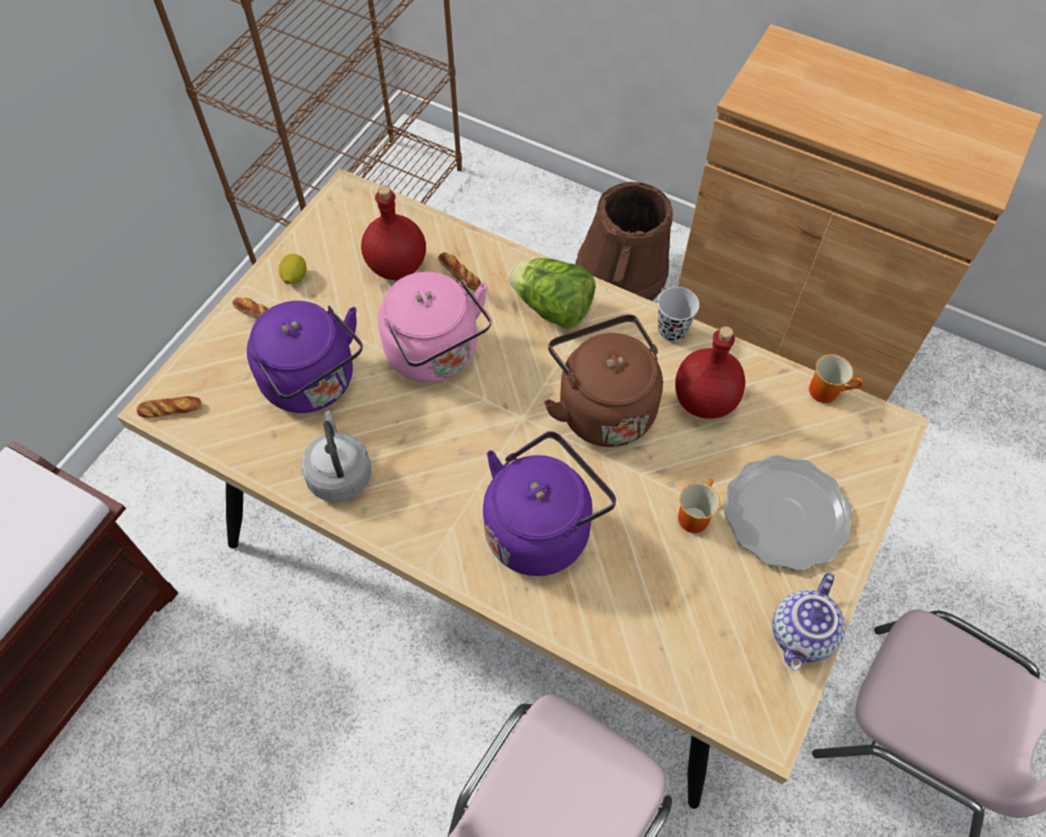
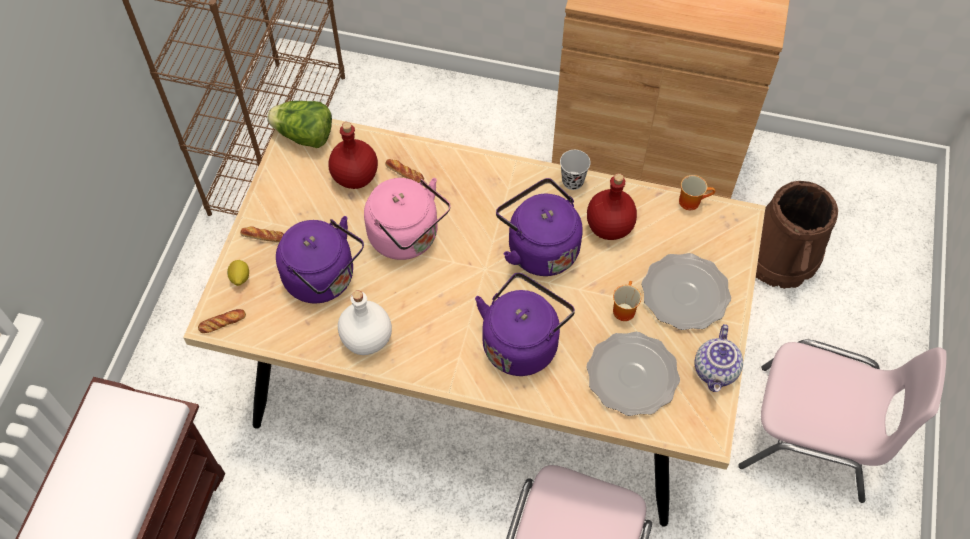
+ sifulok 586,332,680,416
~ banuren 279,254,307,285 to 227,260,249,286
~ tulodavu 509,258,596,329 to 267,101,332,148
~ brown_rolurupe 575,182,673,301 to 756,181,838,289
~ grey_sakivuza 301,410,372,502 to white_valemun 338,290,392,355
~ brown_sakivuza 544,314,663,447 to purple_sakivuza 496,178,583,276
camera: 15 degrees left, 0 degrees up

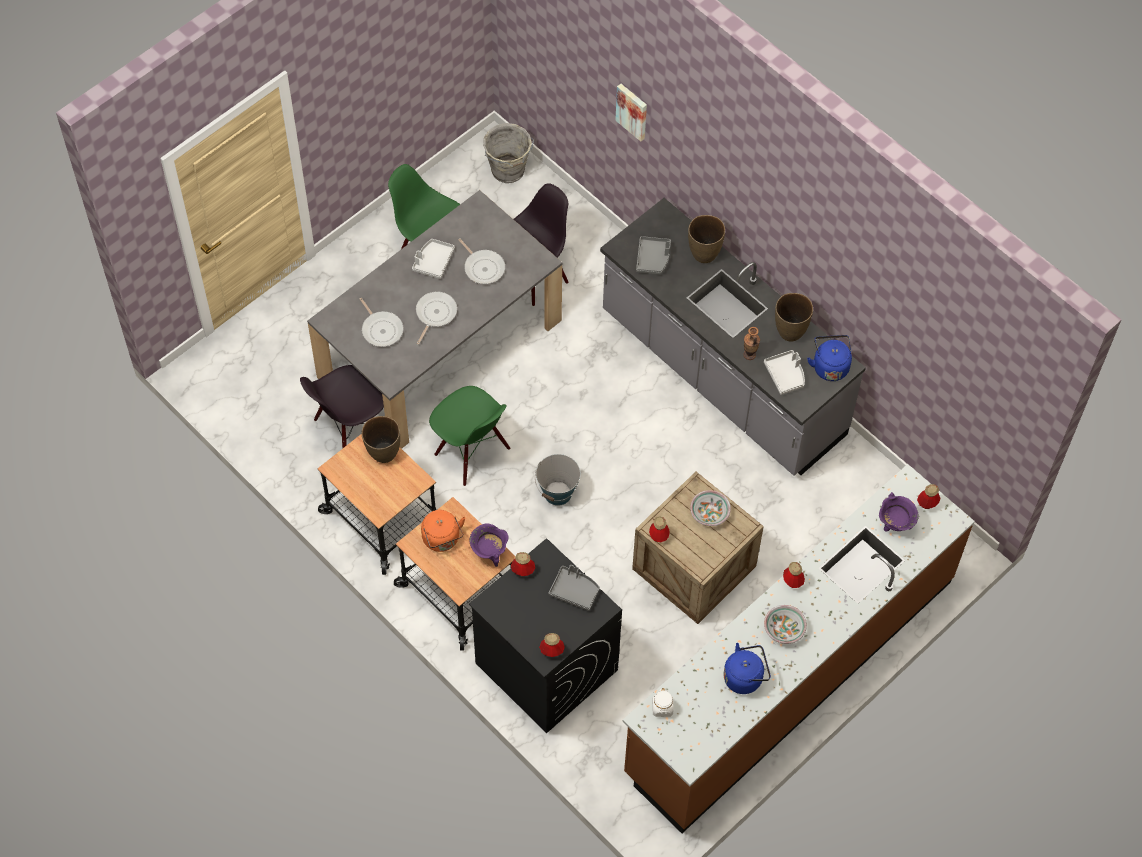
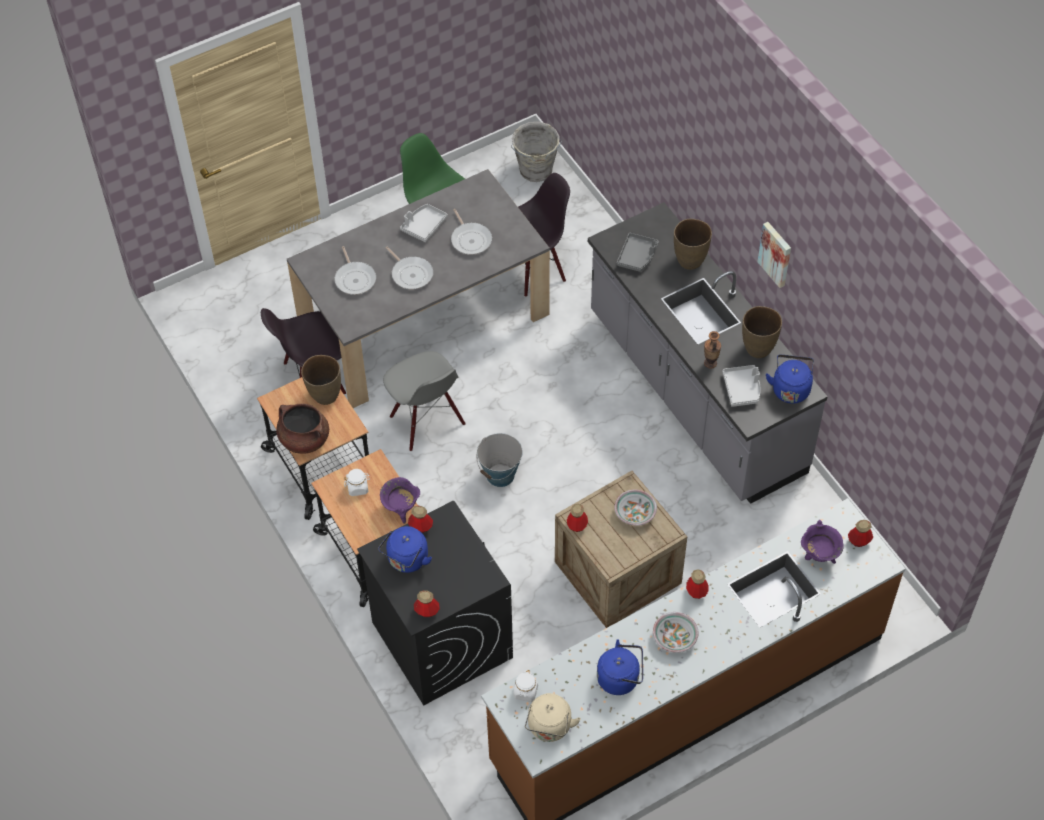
- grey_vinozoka 549,565,600,611
+ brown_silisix 276,404,329,454
+ blue_sakivuza 378,526,432,573
+ beige_sakivuza 525,693,581,742
~ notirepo 615,84,647,142 to 758,222,791,288
~ orange_sakivuza 421,510,465,552 to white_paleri 344,469,370,496
~ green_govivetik 429,386,510,486 to grey_govivetik 383,351,466,451
~ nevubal 416,291,457,345 = 386,246,433,289 105 degrees clockwise
camera: 15 degrees right, 5 degrees down

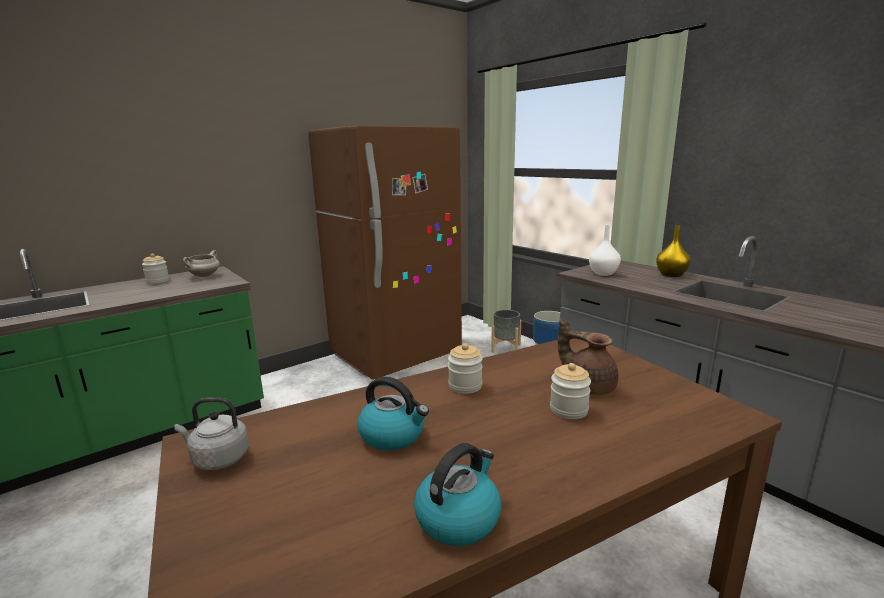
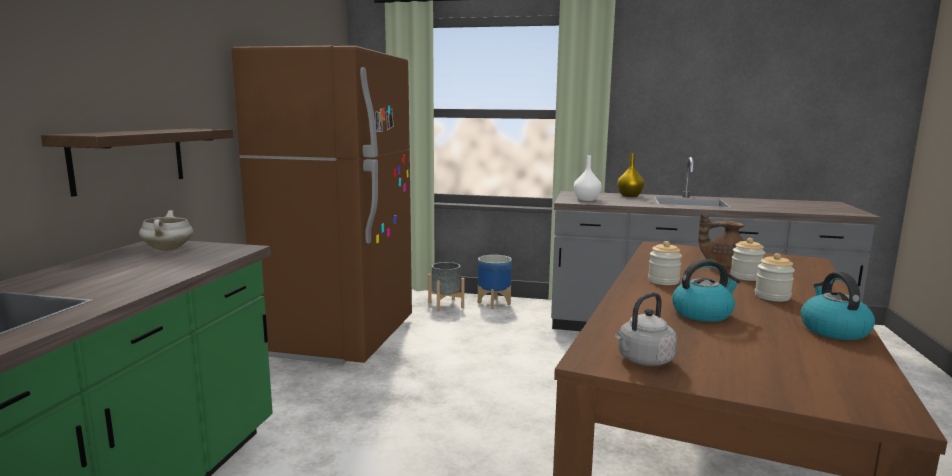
+ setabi 41,128,233,197
~ paleri 142,253,169,284 to 755,253,795,302
camera: 40 degrees left, 5 degrees down

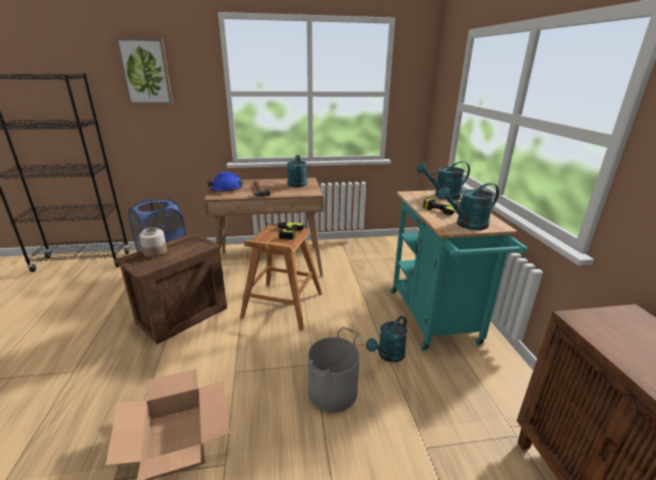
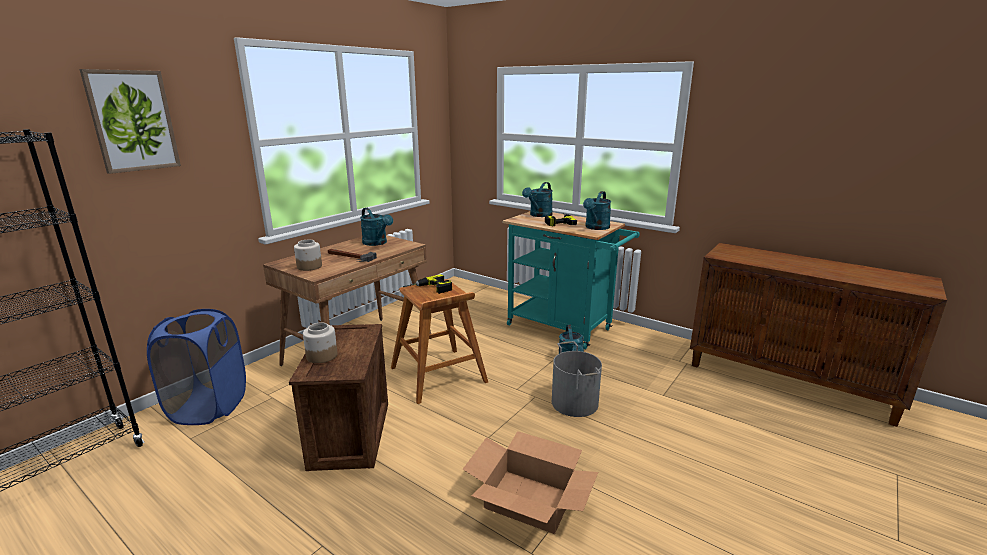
~ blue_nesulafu 207,172,243,192 to paleri 294,240,322,271
camera: 45 degrees left, 5 degrees down

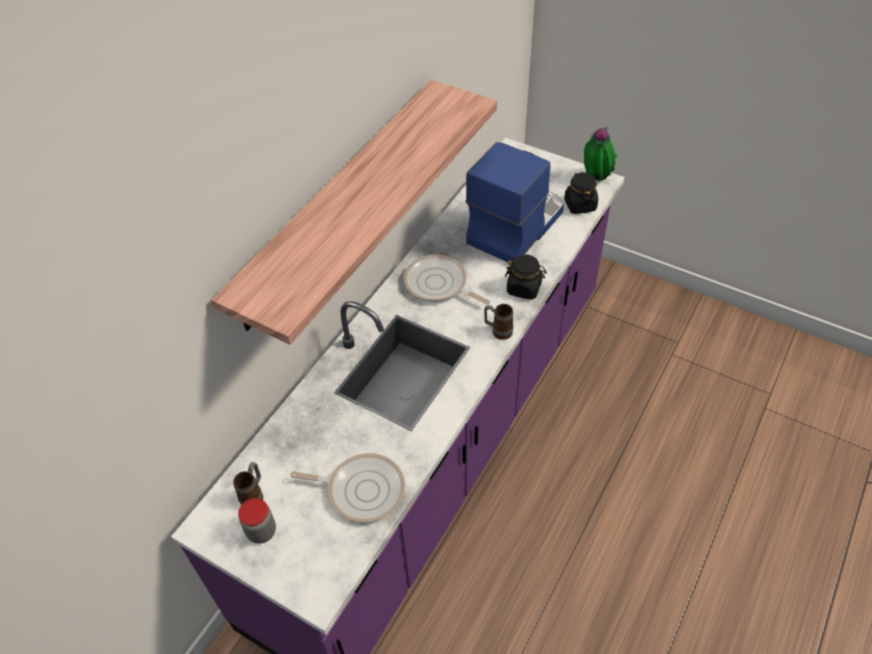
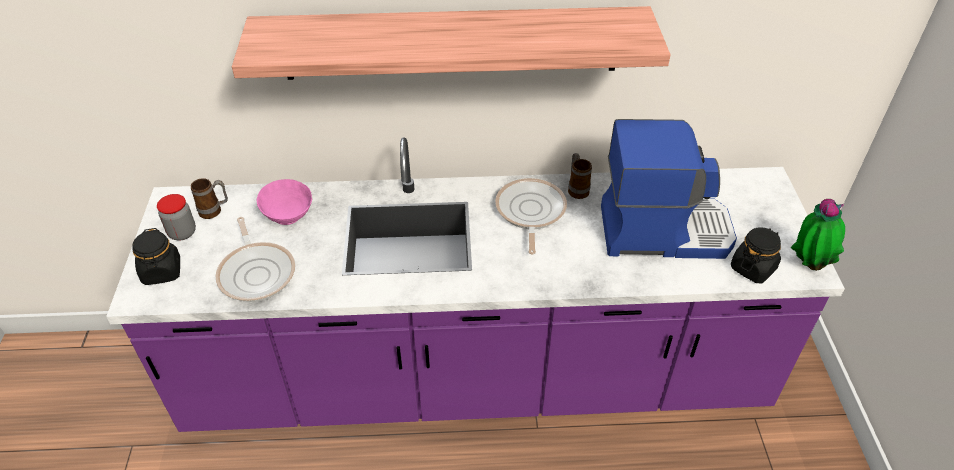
+ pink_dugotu 257,179,312,225
~ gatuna 484,304,513,340 to 568,153,592,199
~ black_paleri 505,255,547,300 to 132,228,180,285
camera: 55 degrees right, 5 degrees down

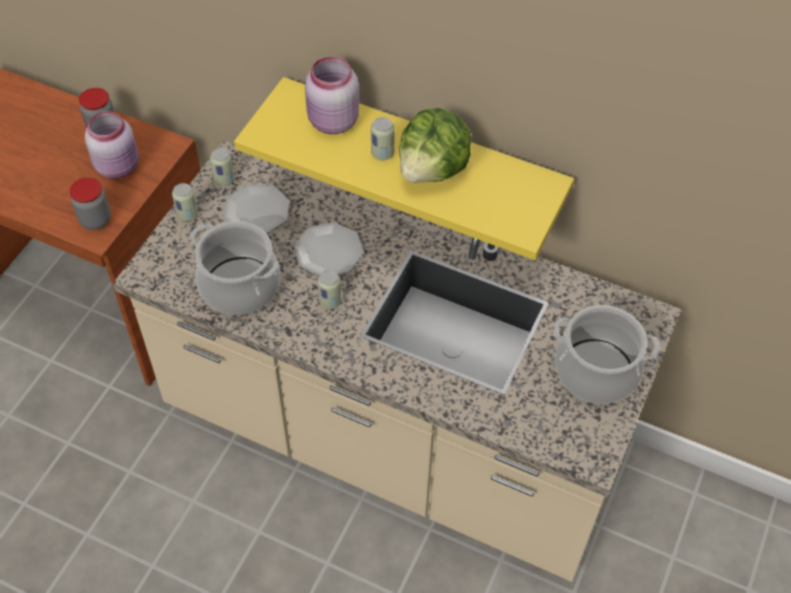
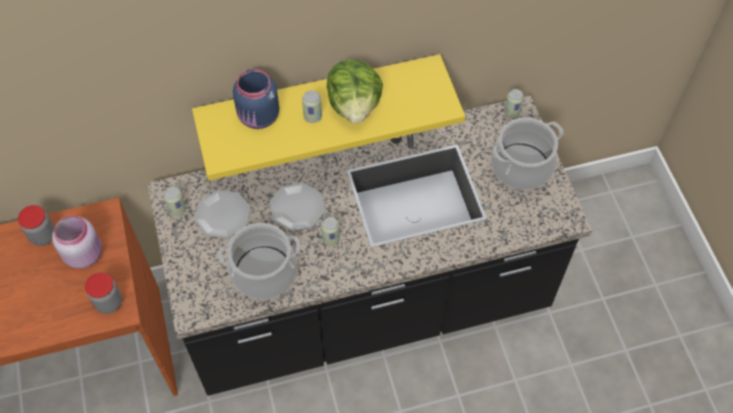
~ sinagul 172,183,198,221 to 504,89,524,118
~ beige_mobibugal 113,140,681,582 to black_mobibugal 148,95,592,396
~ pink_paleri 305,56,359,134 to blue_paleri 233,69,279,129
camera: 40 degrees left, 5 degrees up

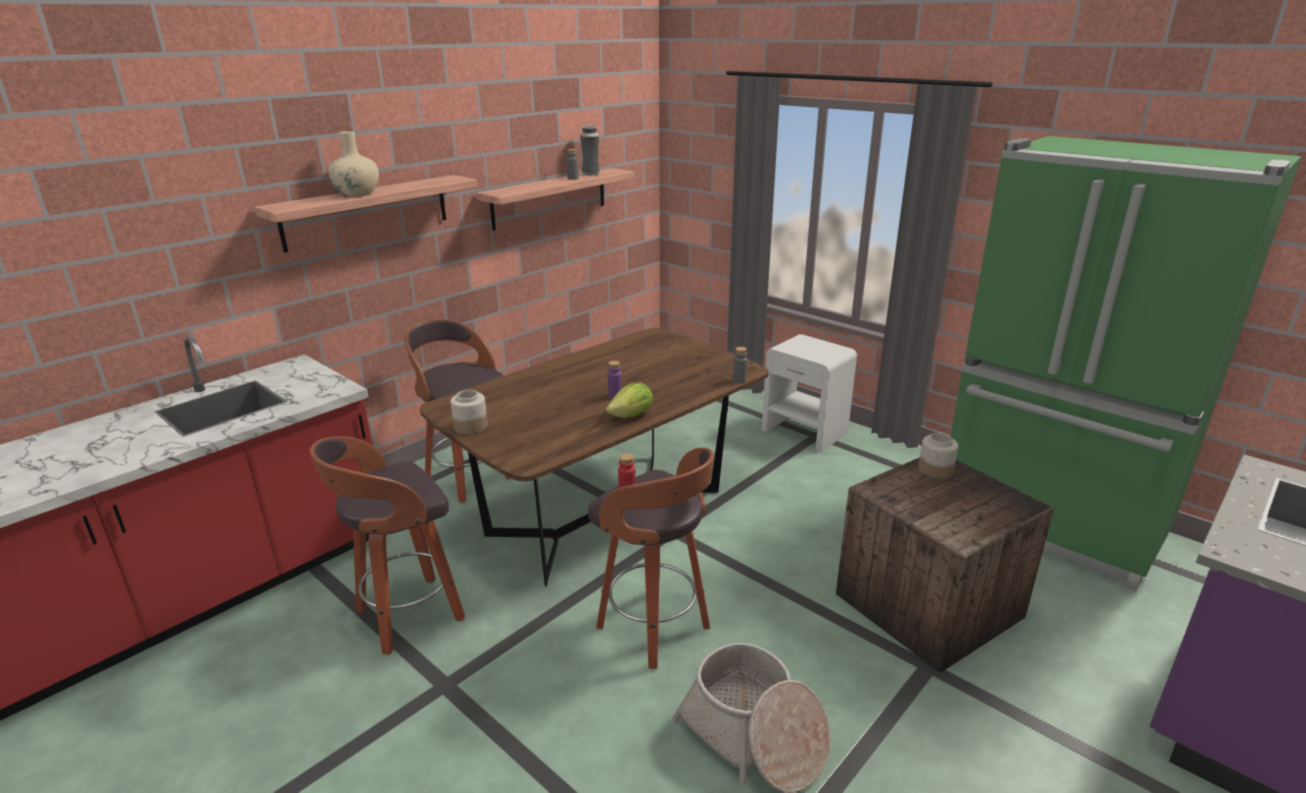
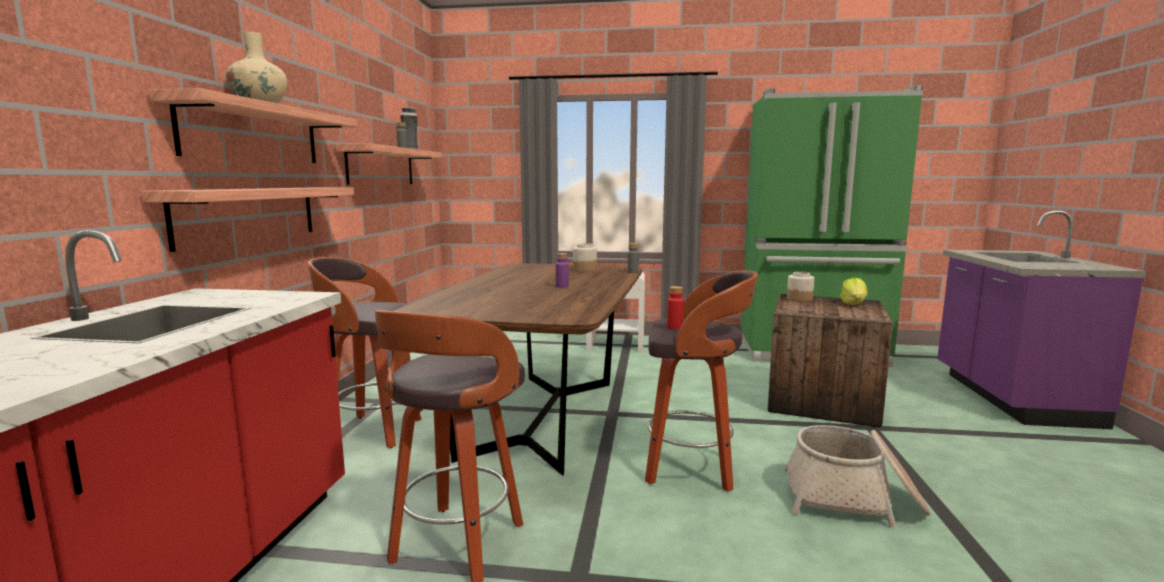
+ setabi 141,187,354,252
~ paleri 451,390,488,434 to 573,243,597,272
~ tulodavu 606,383,653,418 to 840,277,868,305
camera: 35 degrees left, 15 degrees down

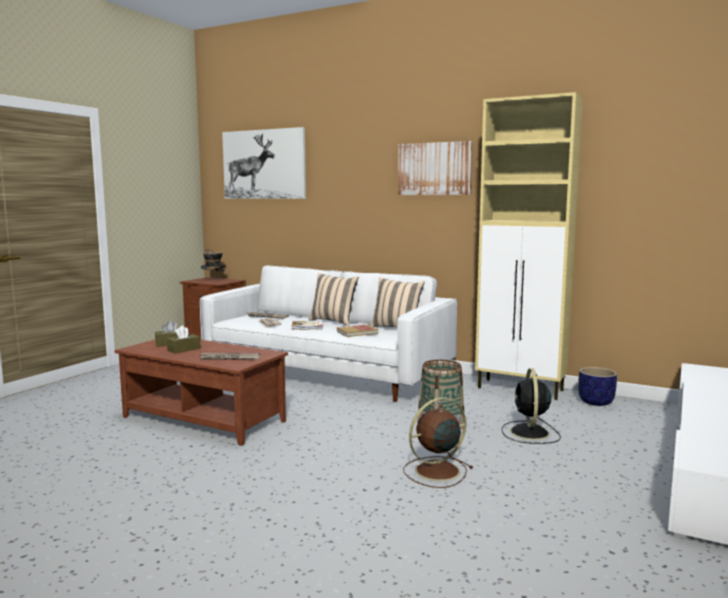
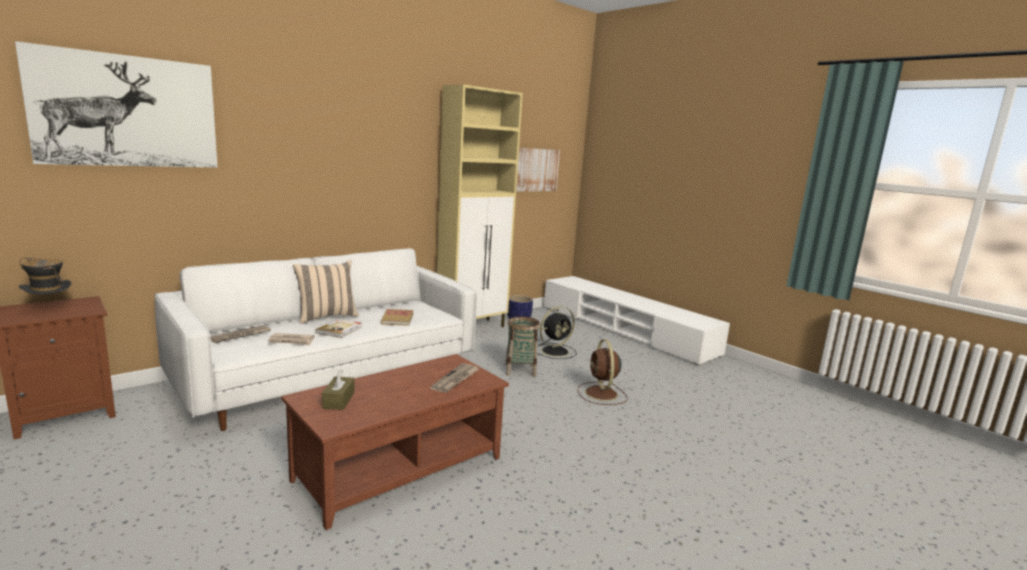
- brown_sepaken 167,325,201,353
- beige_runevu 370,277,424,327
~ notirepo 398,141,473,195 to 516,148,560,191
~ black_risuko 502,368,561,444 = 537,306,577,359 60 degrees counterclockwise
camera: 70 degrees left, 5 degrees up

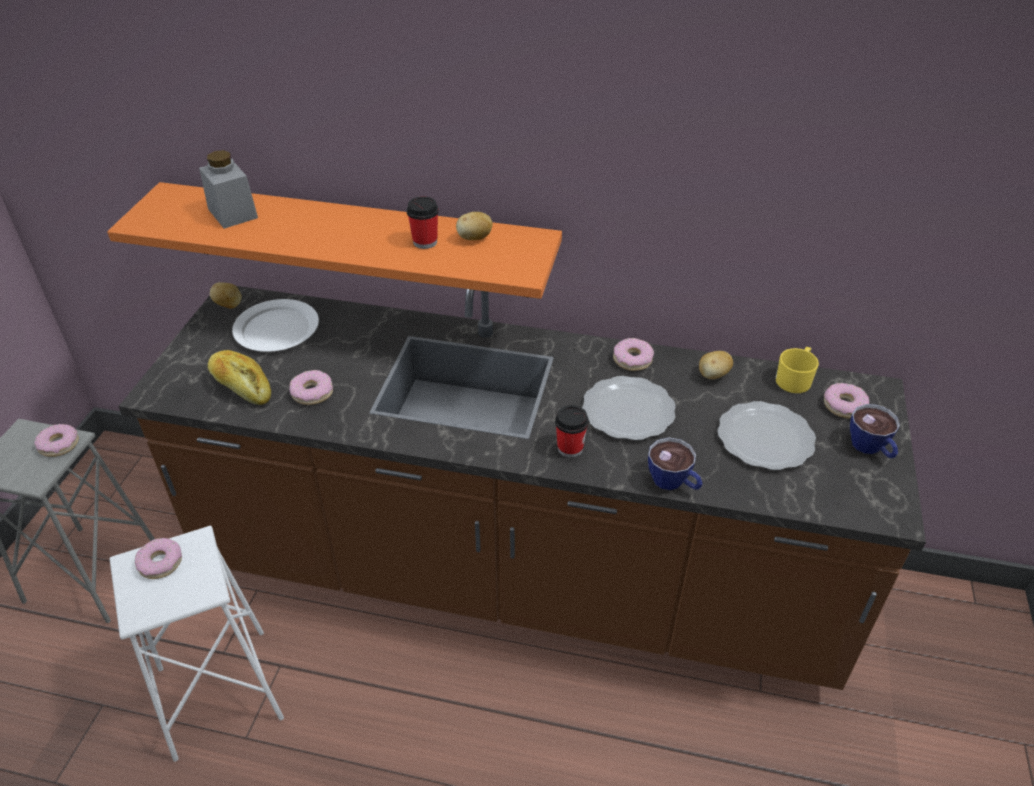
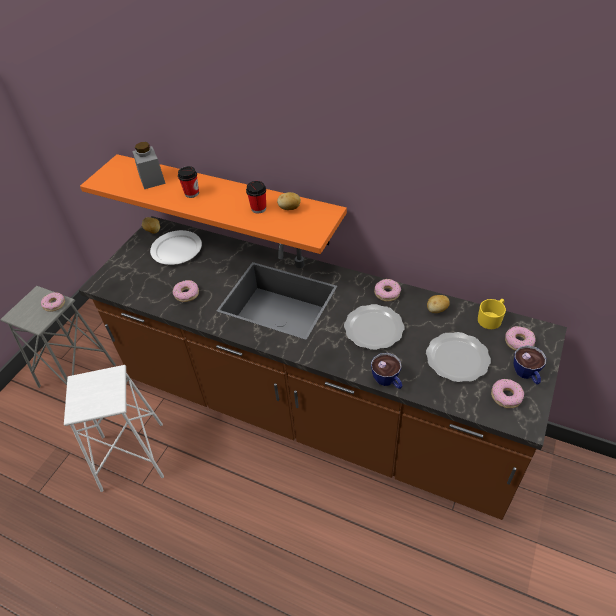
- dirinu 208,350,271,405
~ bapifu 135,538,182,579 to 491,379,524,408
~ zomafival 555,405,589,458 to 178,166,199,198
camera: 15 degrees right, 5 degrees up

